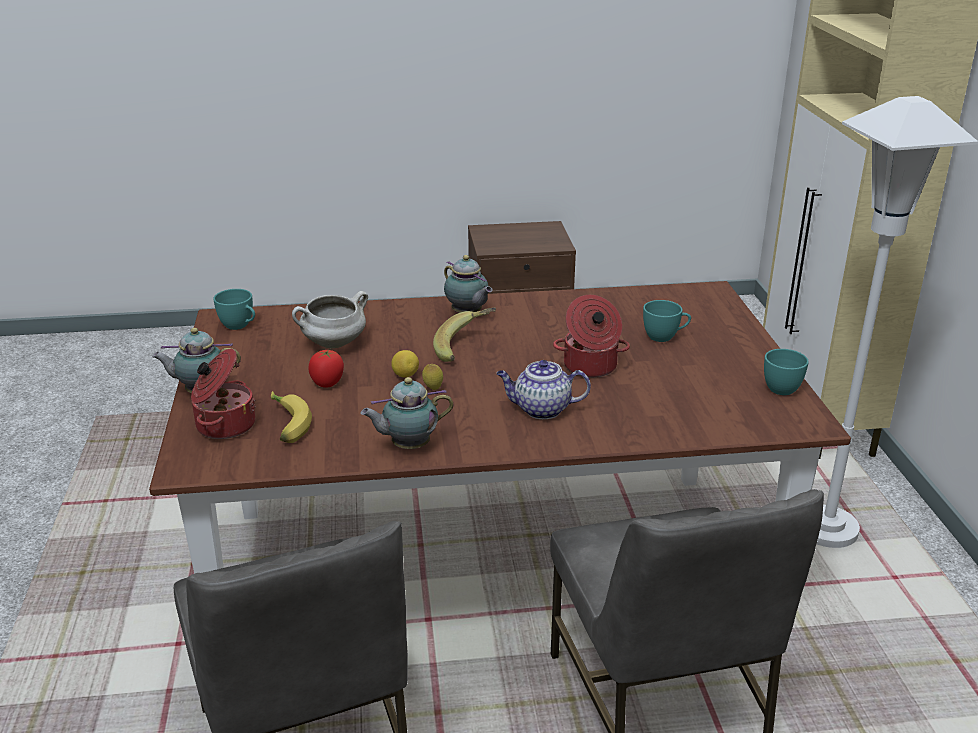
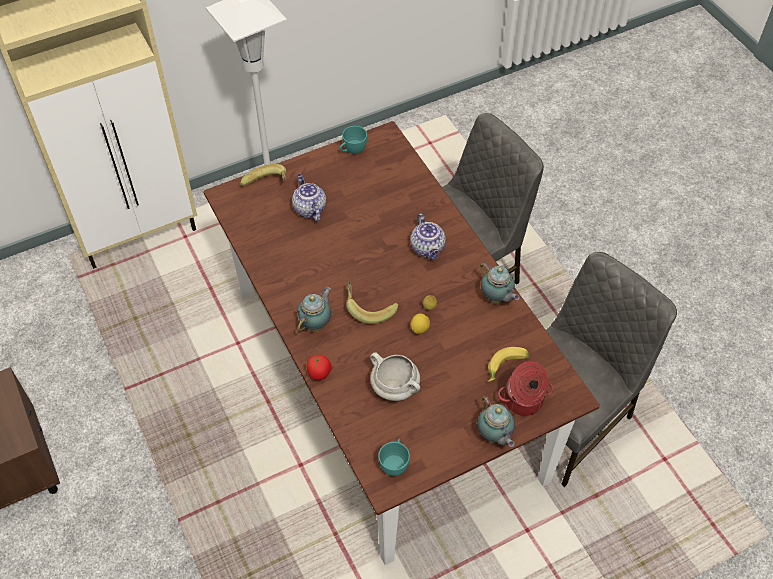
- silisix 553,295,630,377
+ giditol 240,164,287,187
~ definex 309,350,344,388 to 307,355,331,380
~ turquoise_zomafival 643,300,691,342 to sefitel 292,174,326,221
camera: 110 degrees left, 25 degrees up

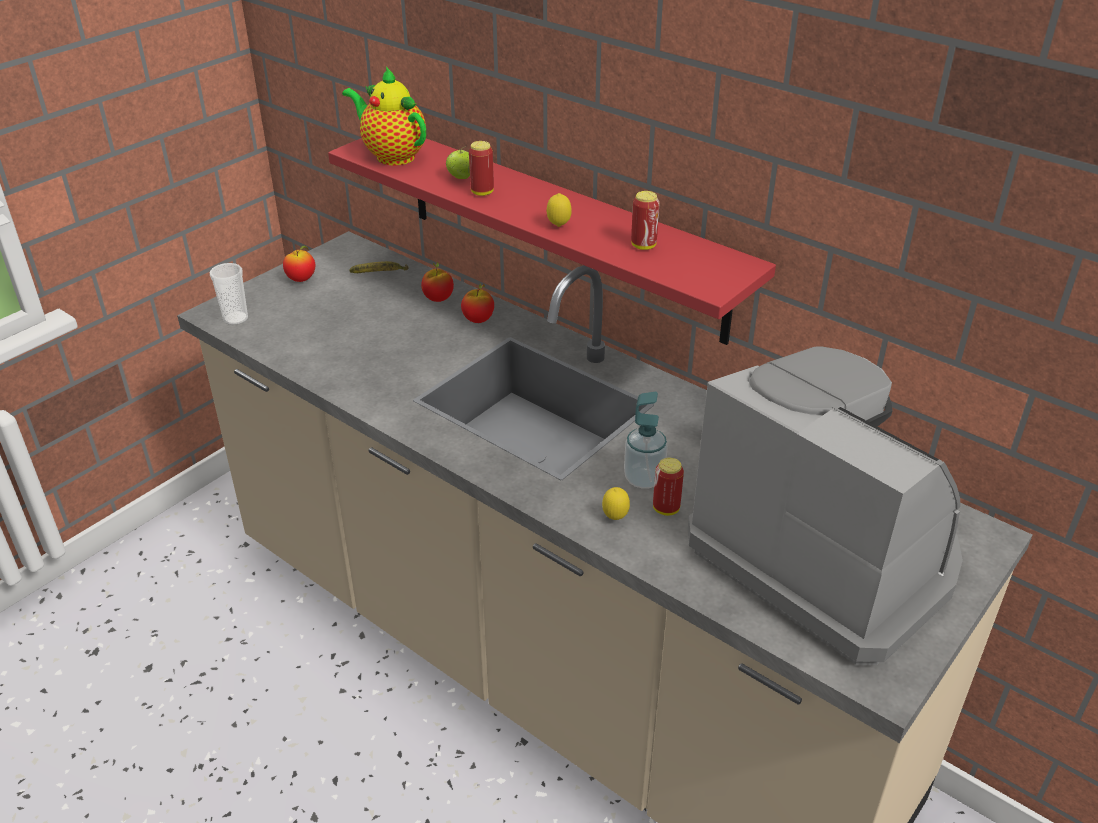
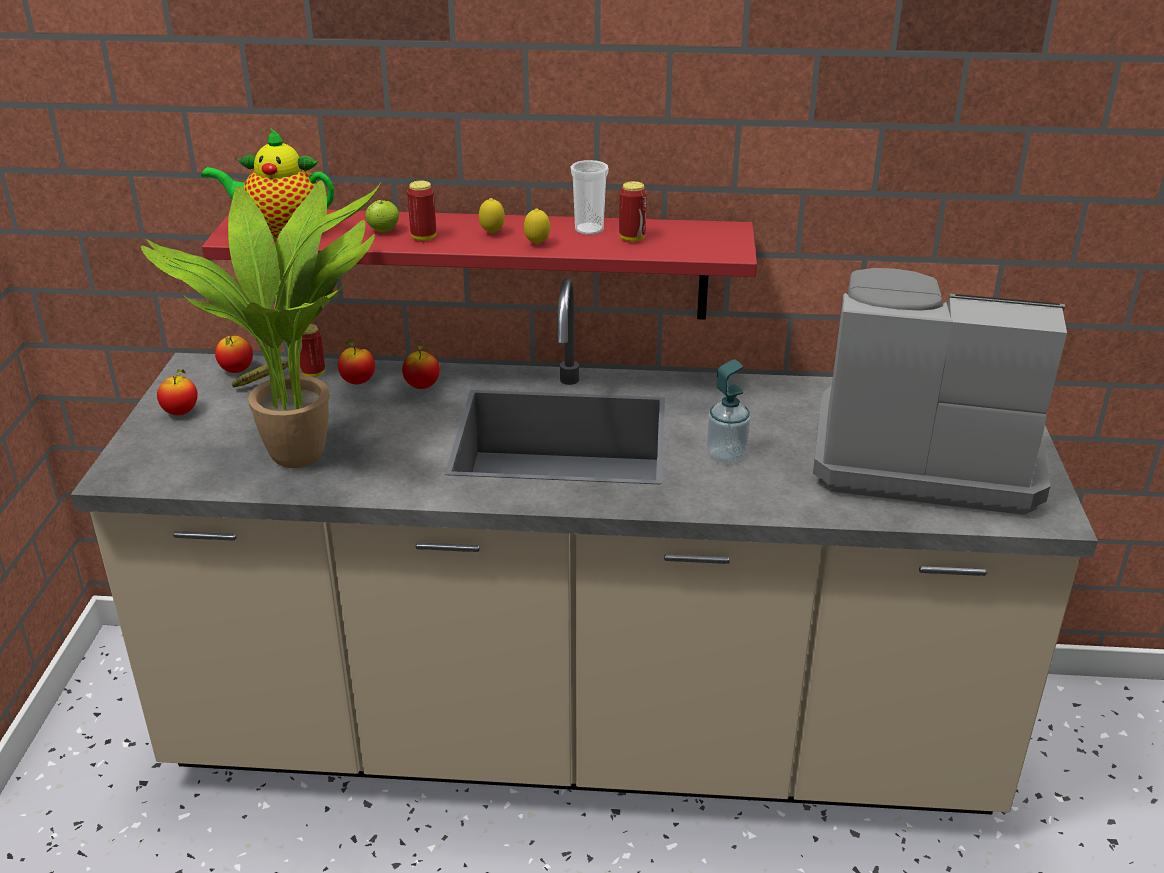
+ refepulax 141,180,382,468
+ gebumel 215,336,253,373
~ zomafival 210,263,248,325 to 570,160,609,235
~ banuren 602,487,630,520 to 479,198,505,234
~ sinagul 653,458,684,516 to 300,324,325,377
camera: 35 degrees left, 5 degrees down

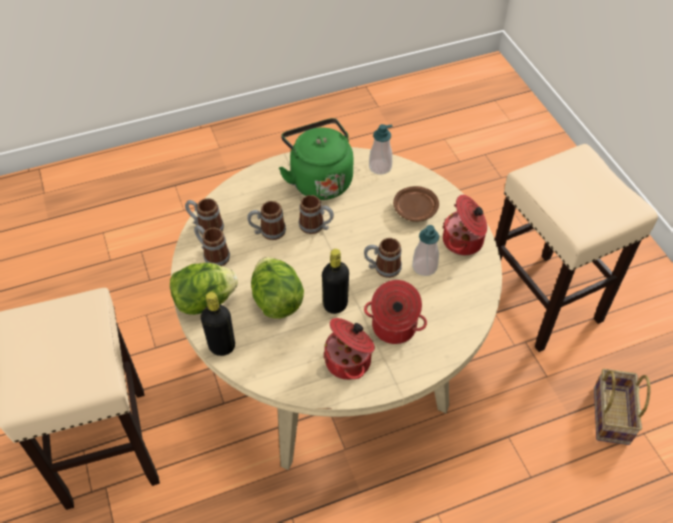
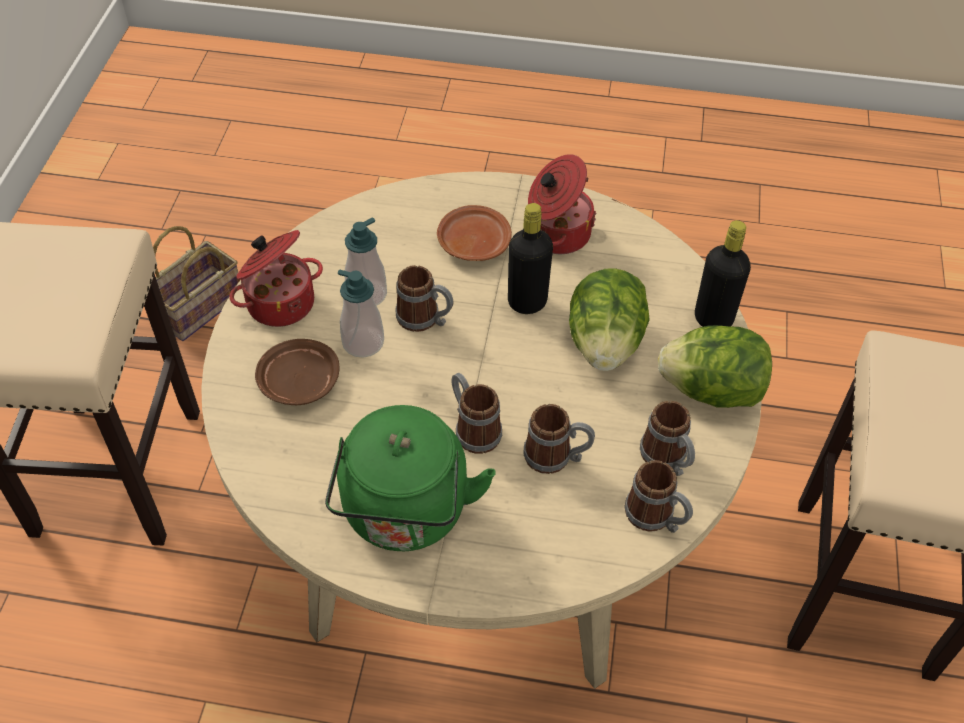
~ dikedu 369,124,393,175 to 338,270,384,358
~ silisix 364,280,427,344 to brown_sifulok 437,205,512,261
camera: 150 degrees left, 0 degrees up

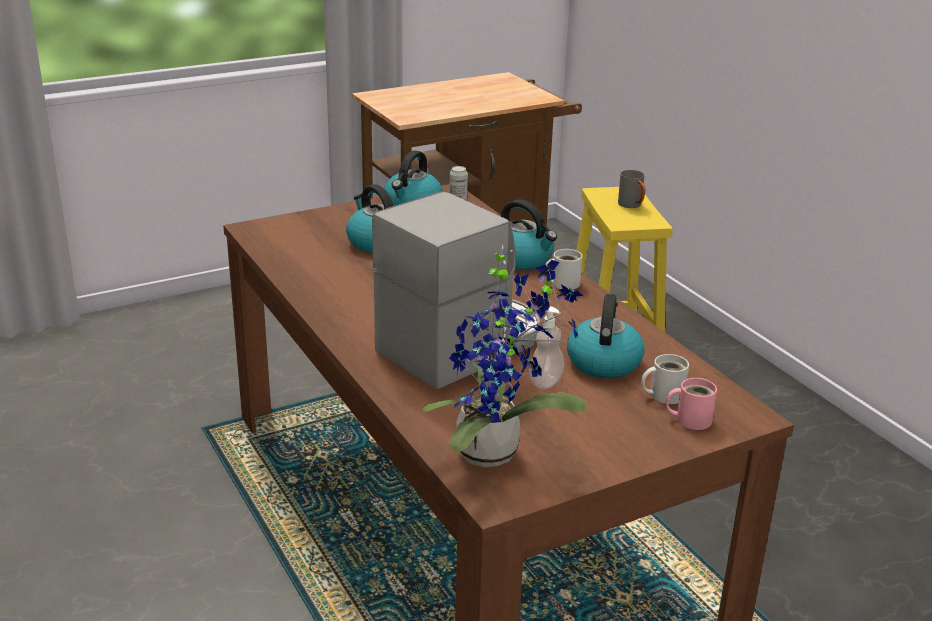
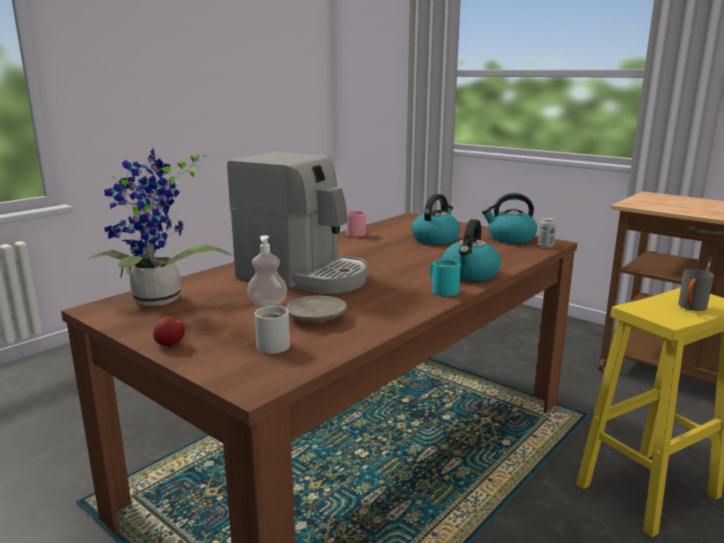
+ gebumel 153,316,185,347
~ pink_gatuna 666,378,717,430 to 346,211,366,237
~ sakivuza 567,294,645,378 to beige_sifulok 286,296,347,323
~ white_gatuna 545,249,583,290 to turquoise_gatuna 430,259,461,296
camera: 70 degrees right, 10 degrees down

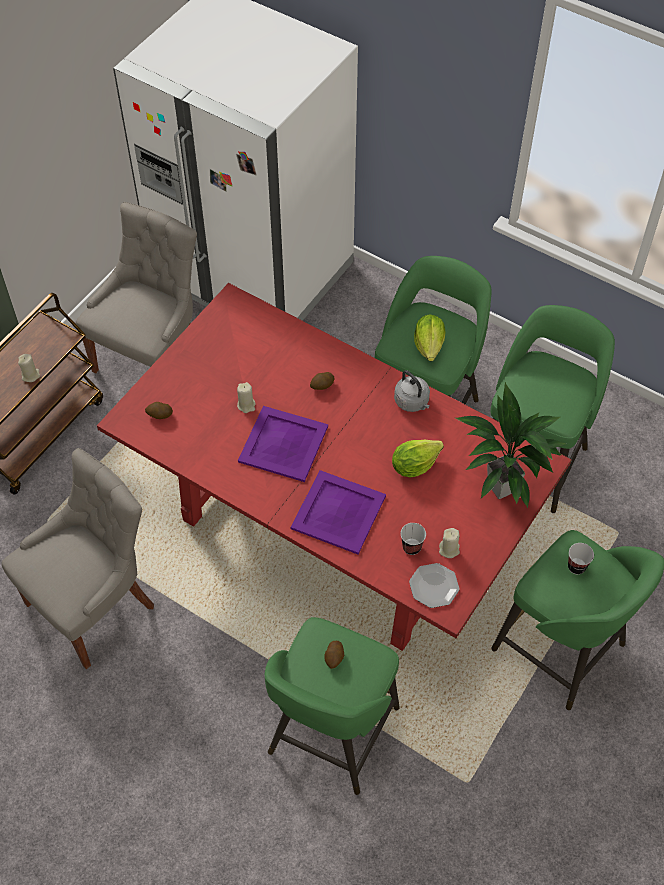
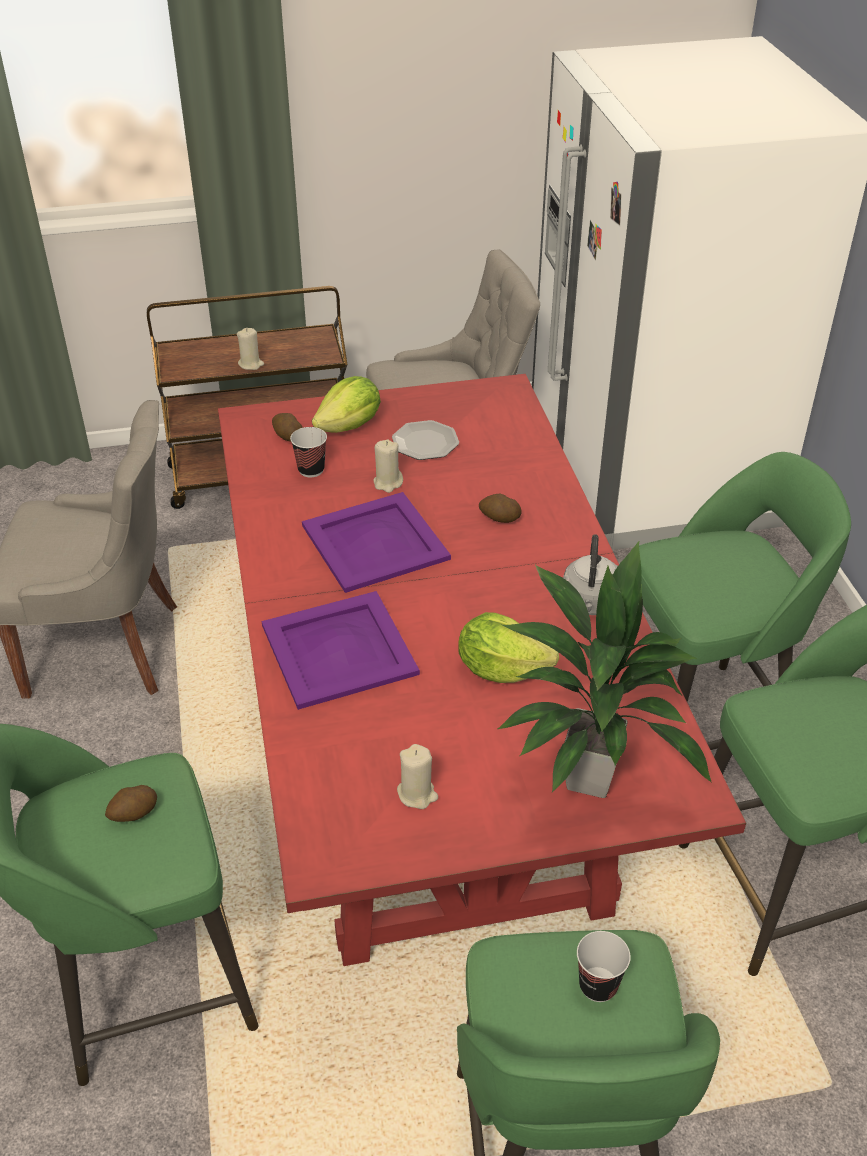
~ zomafival 401,523,426,555 to 290,427,327,477
~ sifulok 409,563,459,608 to 392,420,459,460
~ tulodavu 414,314,445,361 to 312,376,381,433
camera: 45 degrees right, 15 degrees down

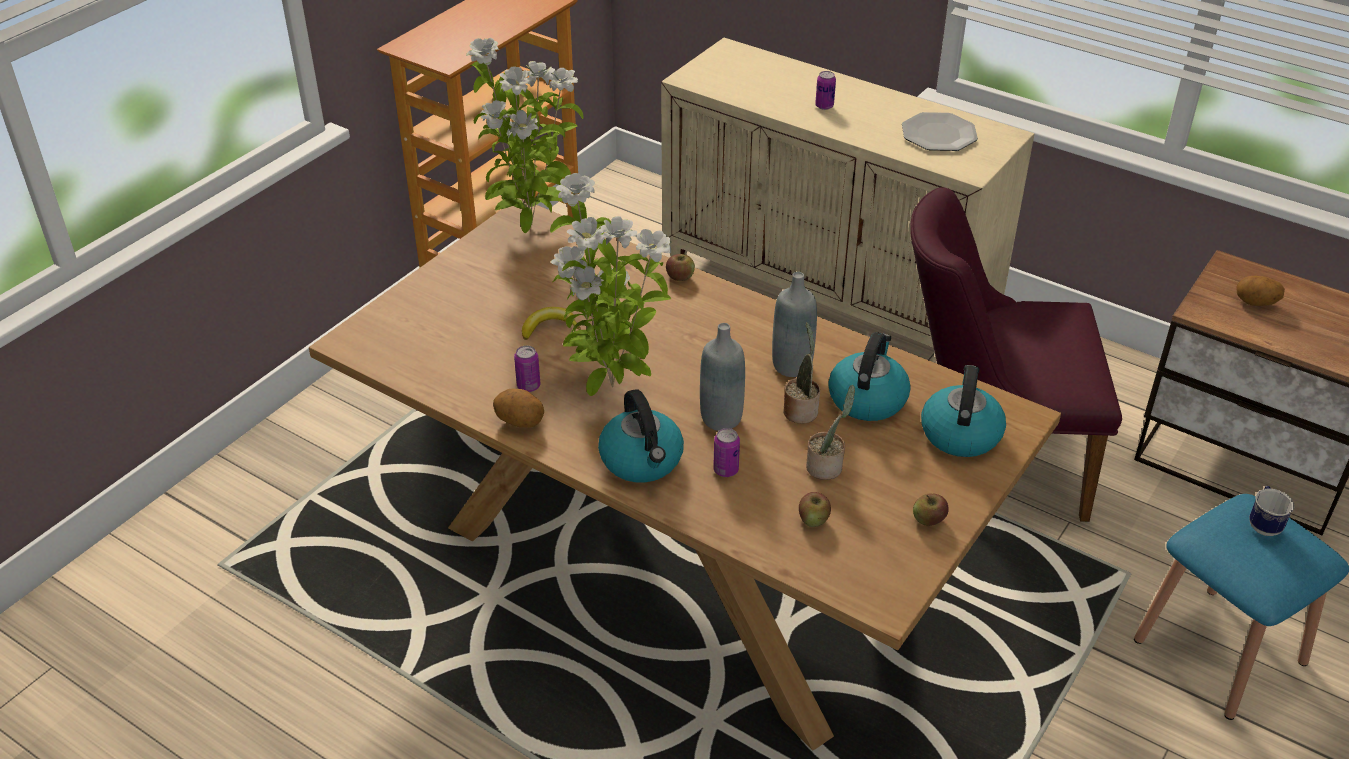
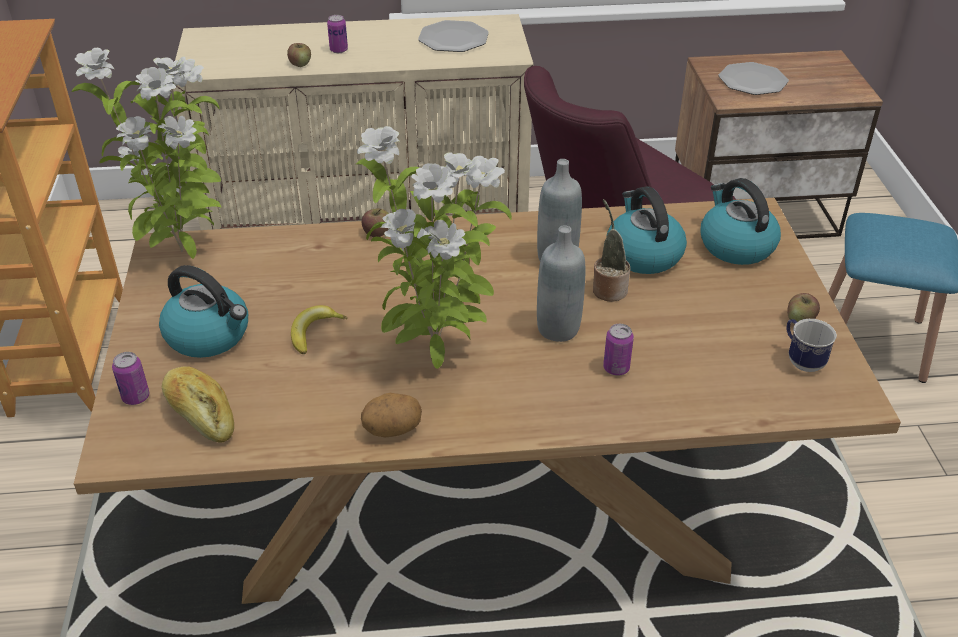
- refepulax 806,385,855,480
+ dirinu 162,366,234,443
~ sinagul 514,346,540,392 to 112,352,149,405
~ sakivuza 598,389,684,483 to 159,265,248,358
~ gebumel 799,492,831,527 to 287,43,311,67
~ gatuna 1249,486,1295,536 to 786,319,837,372
~ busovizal 1236,276,1285,306 to sifulok 719,62,789,95
camera: 40 degrees left, 0 degrees up

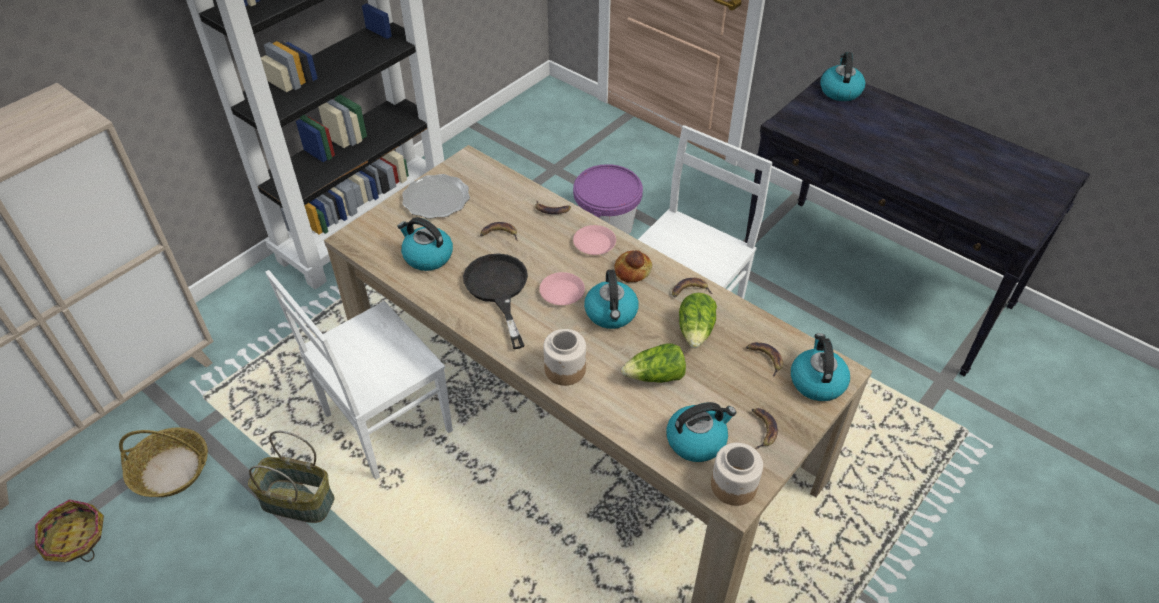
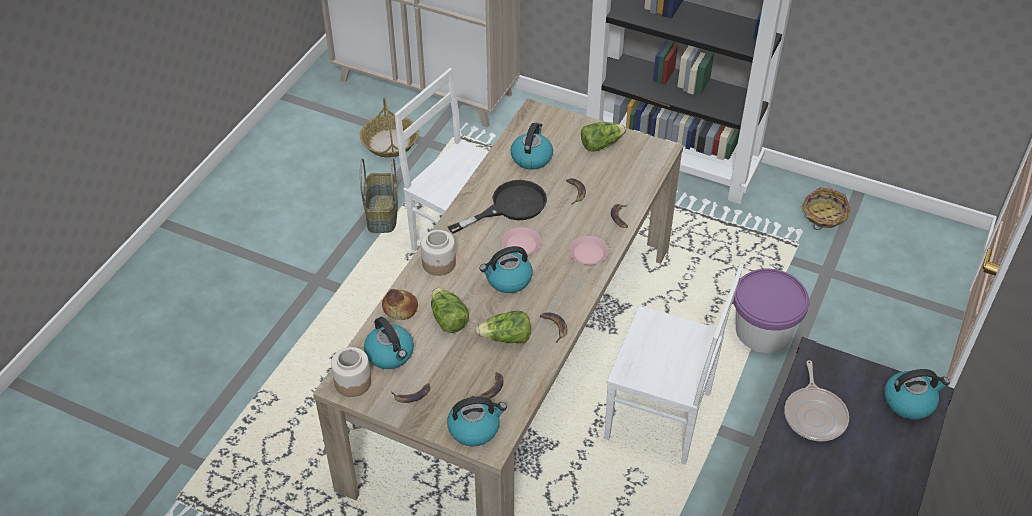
+ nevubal 784,360,849,441
~ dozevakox 35,499,104,562 to 802,187,850,230
~ dirinu 615,250,652,282 to 382,289,418,320
~ sifulok 402,174,470,219 to tulodavu 581,122,626,152
camera: 75 degrees right, 0 degrees up

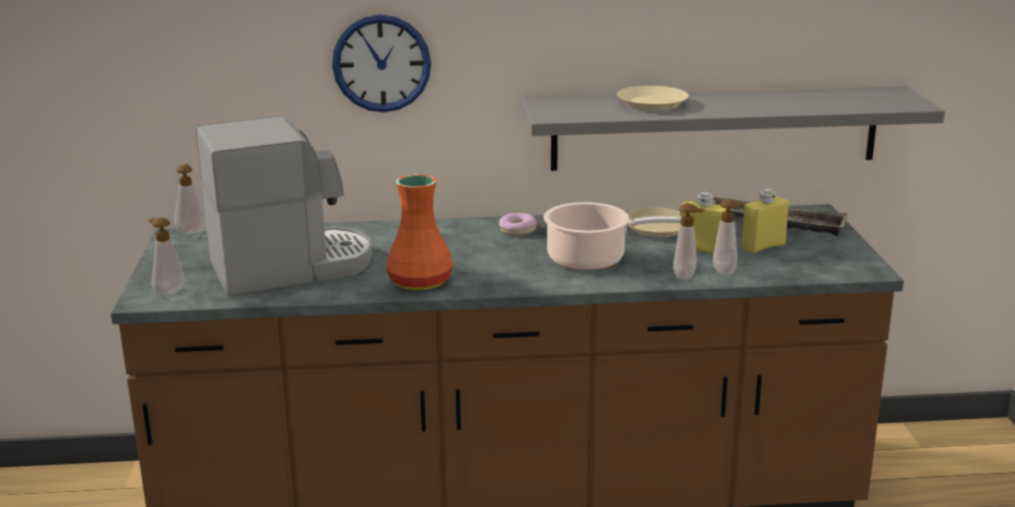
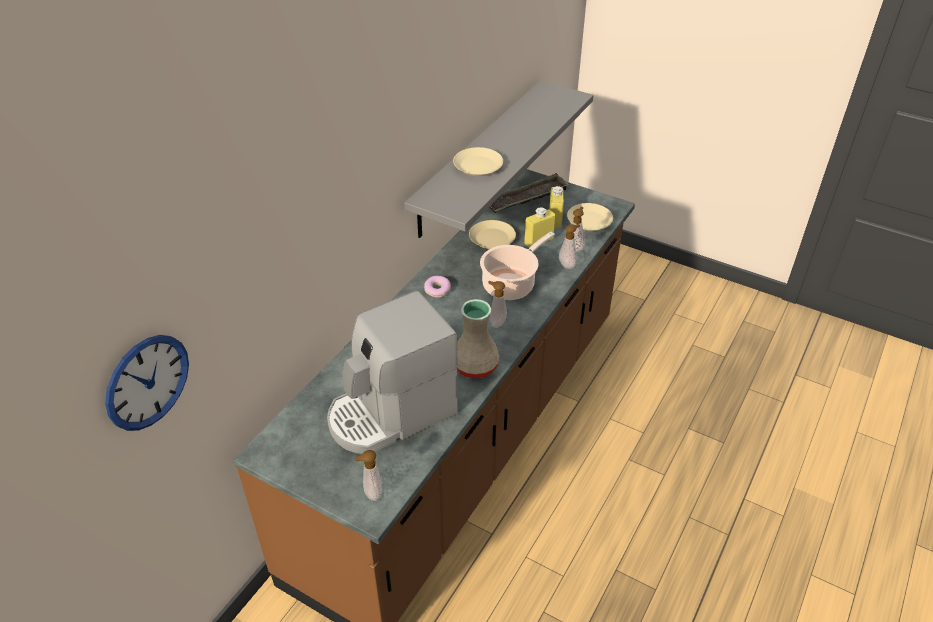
+ beige_sifulok 567,203,613,231
~ dikedu 174,164,206,234 to 488,281,507,328
~ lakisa 332,14,431,112 to 105,335,189,431
~ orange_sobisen 386,174,453,290 to beige_sobisen 457,299,500,378
~ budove 196,116,372,296 = 327,290,458,454 135 degrees counterclockwise
camera: 55 degrees left, 20 degrees up

